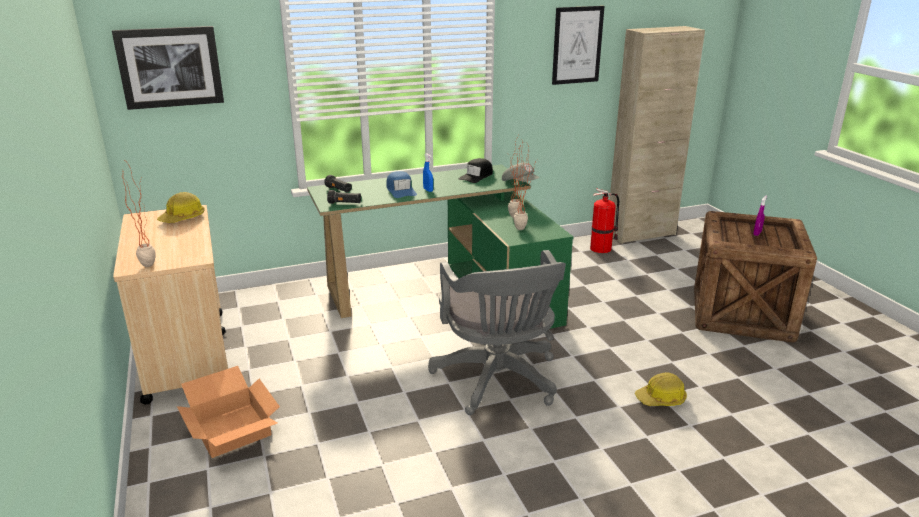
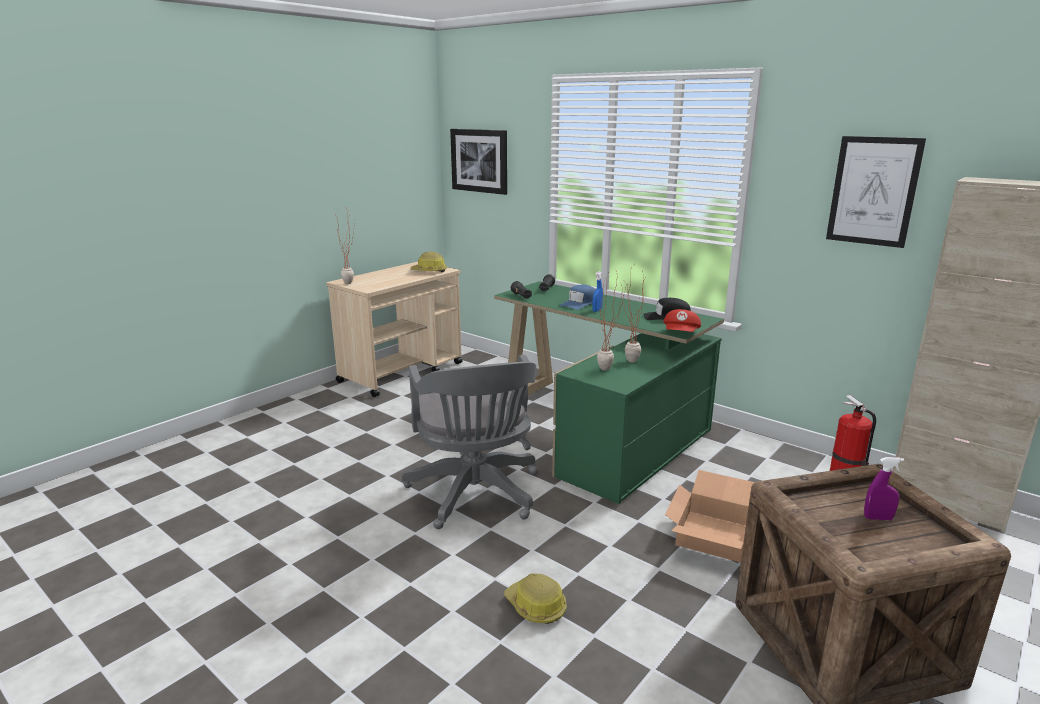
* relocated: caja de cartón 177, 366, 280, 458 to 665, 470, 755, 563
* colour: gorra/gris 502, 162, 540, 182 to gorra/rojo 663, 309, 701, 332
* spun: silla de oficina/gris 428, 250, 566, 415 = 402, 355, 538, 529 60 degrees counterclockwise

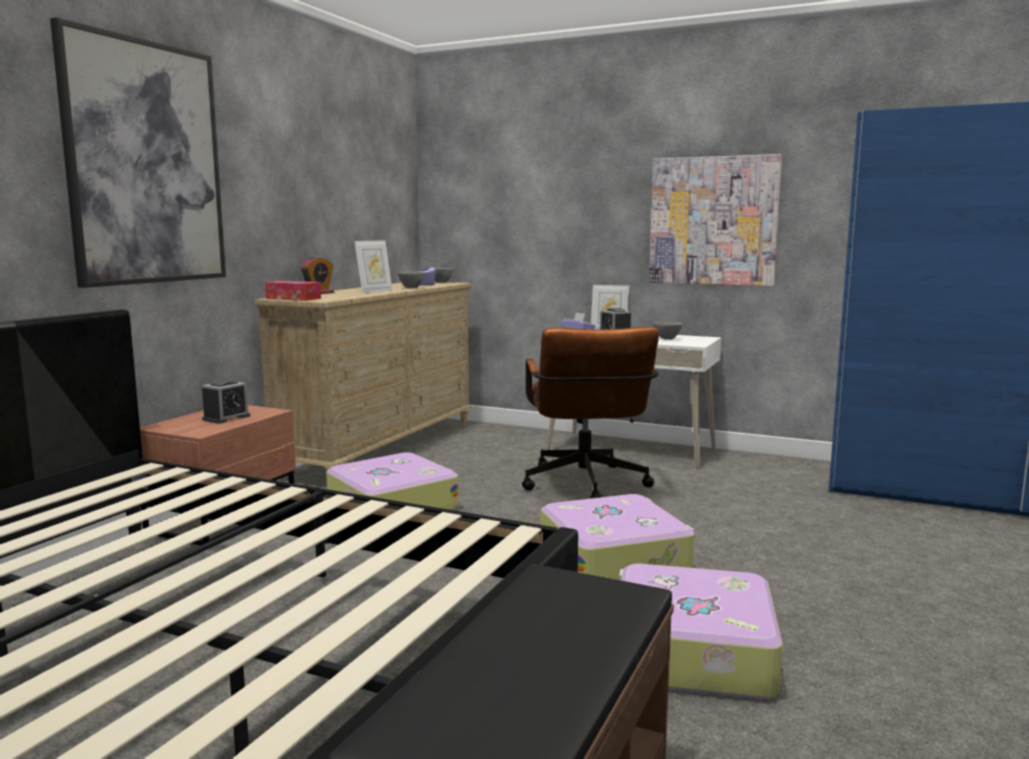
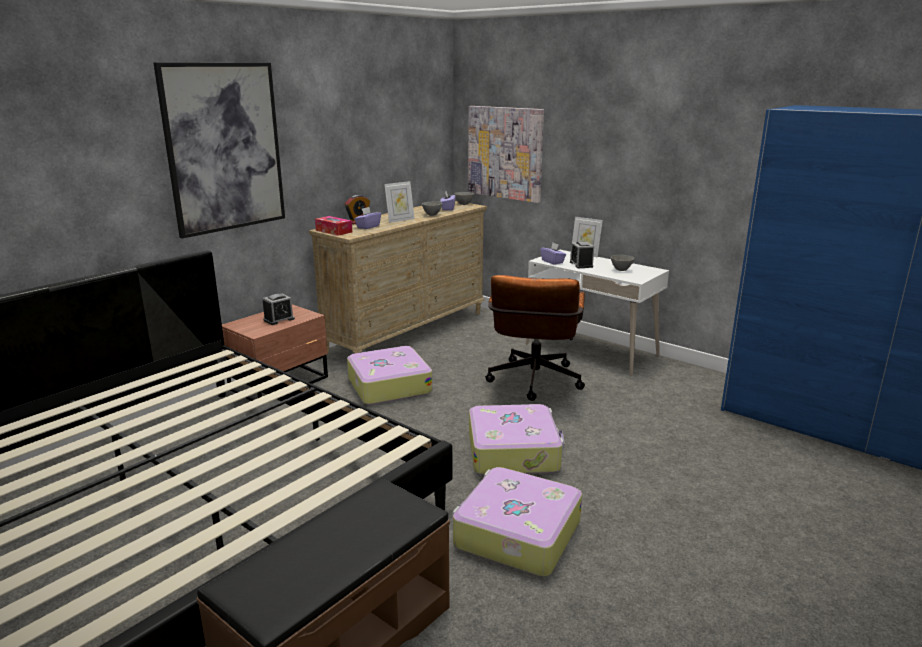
* appeared: caja de pañuelos/morado 354, 207, 381, 229
* relocated: cuadro 649, 154, 782, 286 to 468, 106, 544, 203

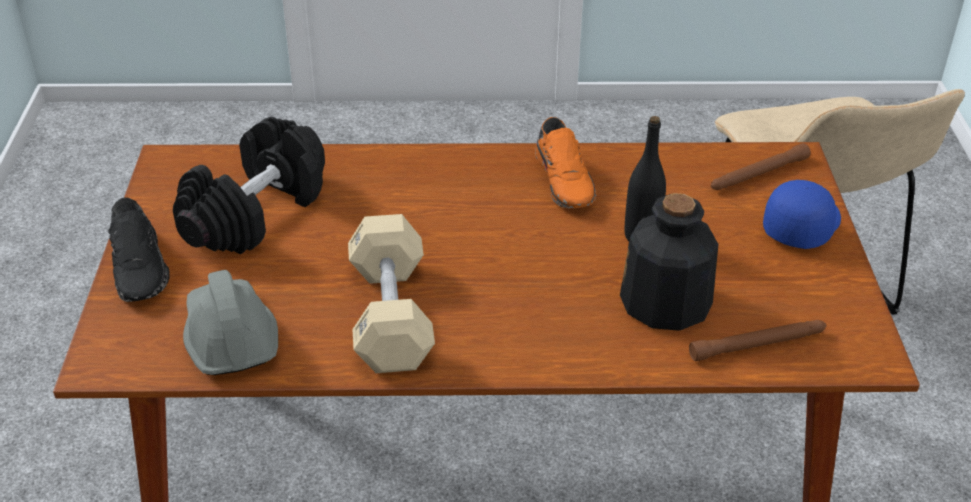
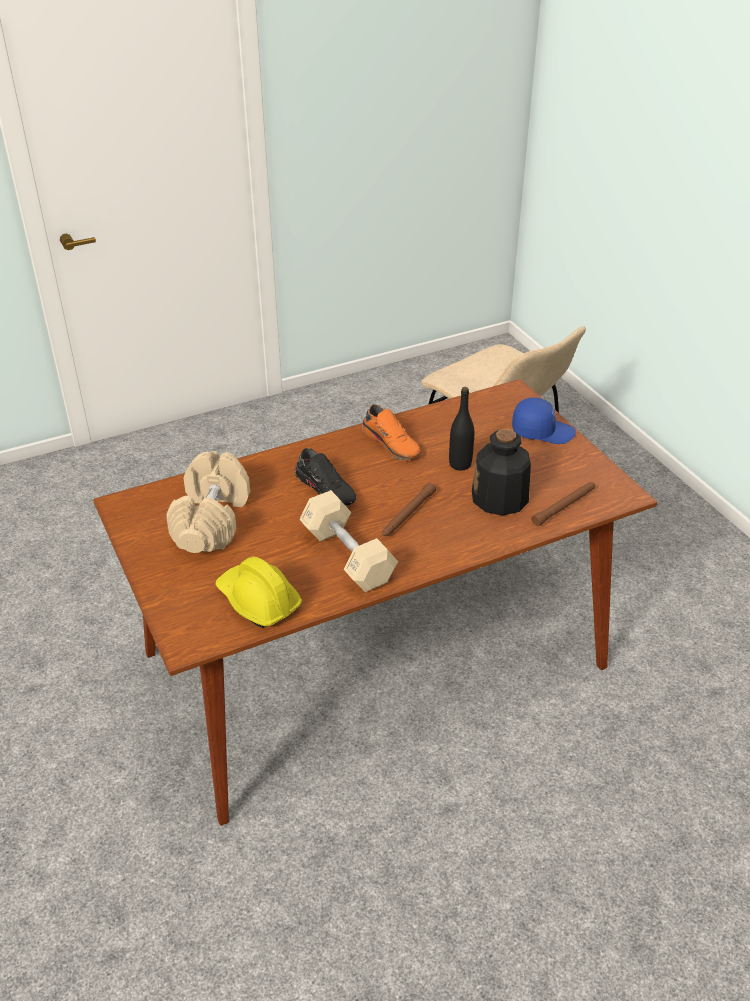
* relocated: zapato/negro 108, 197, 170, 302 to 295, 448, 356, 506
* relocated: linterna/marrón 711, 143, 811, 190 to 382, 483, 436, 536
* colour: mancuerna/negro 173, 117, 325, 254 to mancuerna/beis 166, 451, 250, 553
* colour: casco/gris 183, 270, 278, 375 to casco/amarillo 215, 556, 302, 628
* spun: gorra/azul 763, 180, 841, 249 = 512, 397, 576, 444 90 degrees clockwise

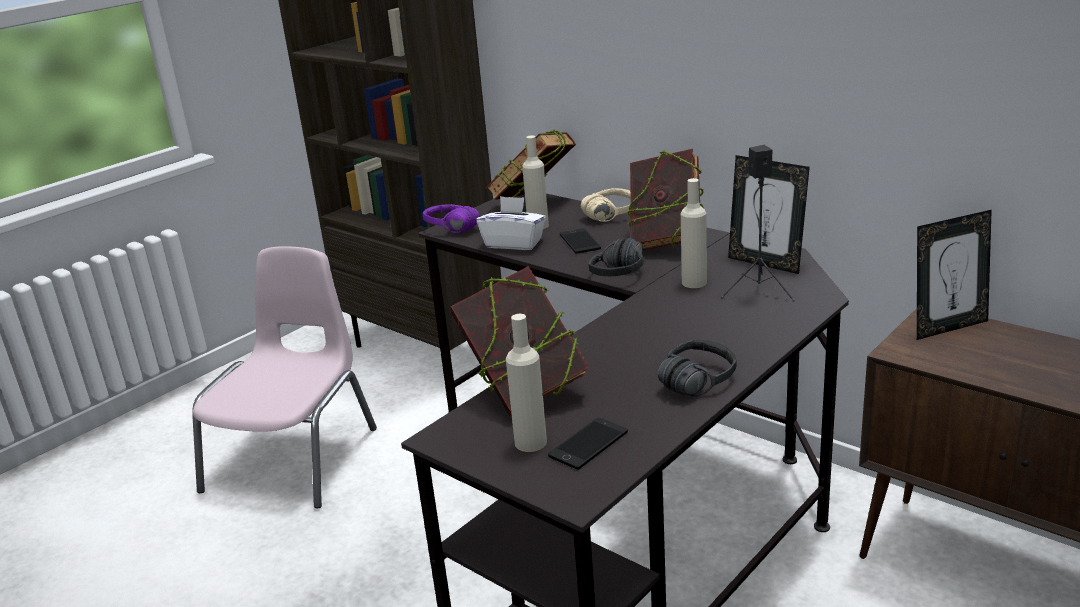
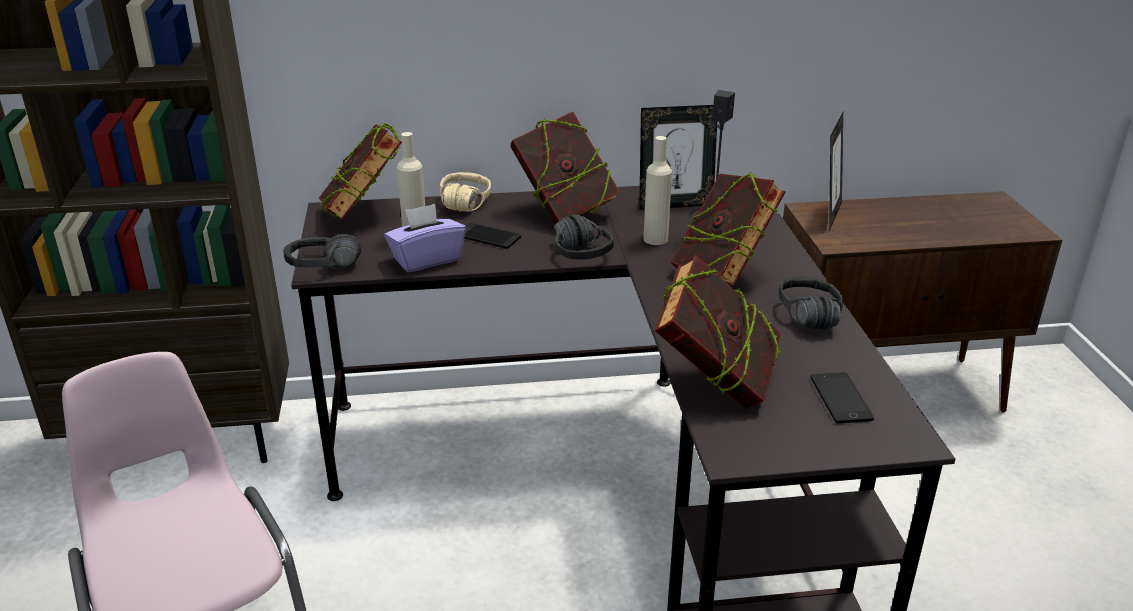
* missing: botella/beis 506, 314, 547, 452
* appeared: libro 670, 171, 785, 286
* colour: auriculares/morado 423, 204, 480, 233 to auriculares/negro 283, 234, 361, 270
* colour: caja de pañuelos/blanco 477, 196, 546, 250 to caja de pañuelos/morado 384, 204, 466, 272

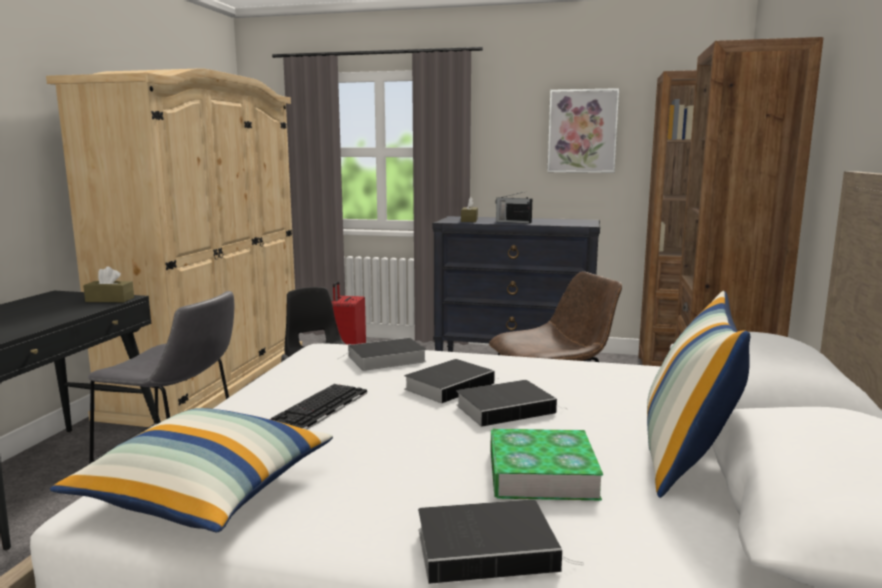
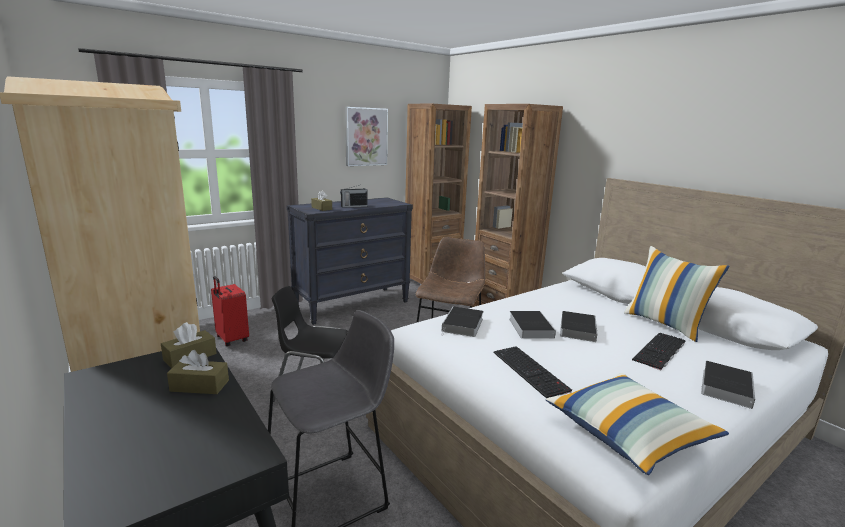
* appeared: caja de pañuelos/marrón 167, 350, 229, 394
* exchanged: libro 490, 429, 603, 501 to teclado 632, 333, 686, 370

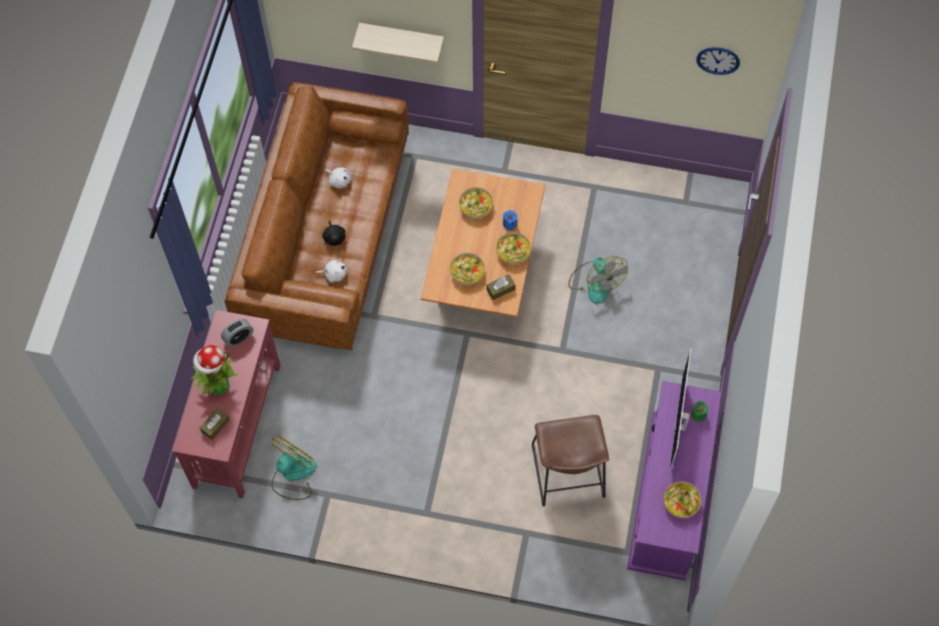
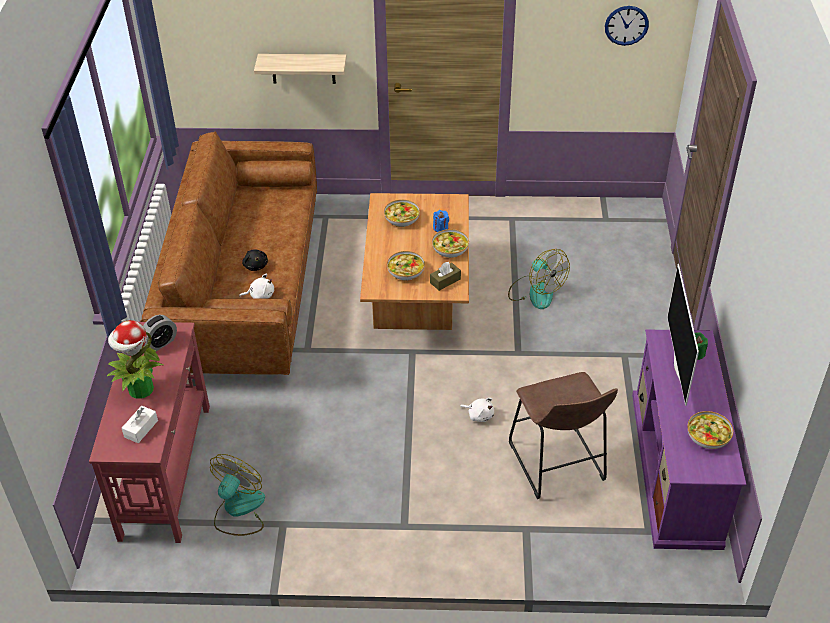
* relocated: peluche/blanco 325, 168, 351, 188 to 460, 398, 494, 422
* colour: caja de pañuelos/marrón 200, 408, 230, 440 to caja de pañuelos/blanco 122, 406, 158, 443

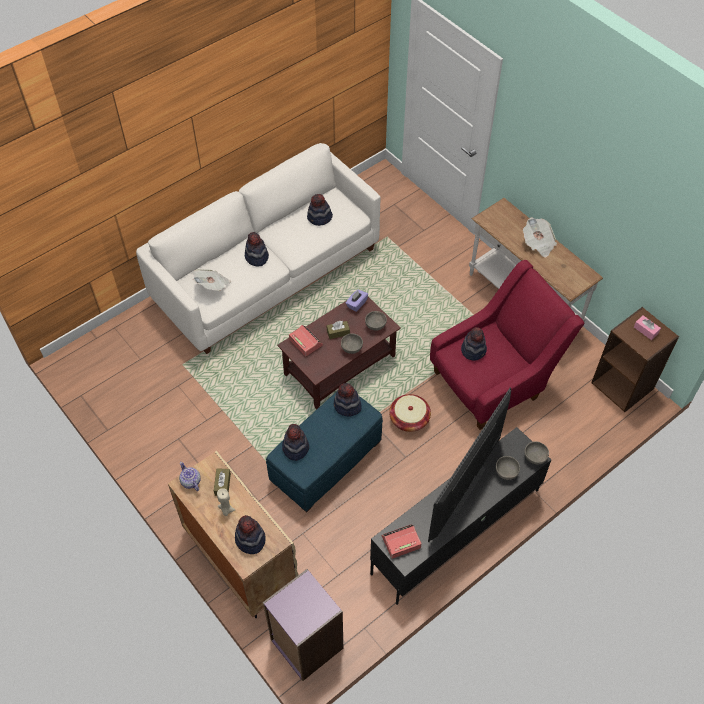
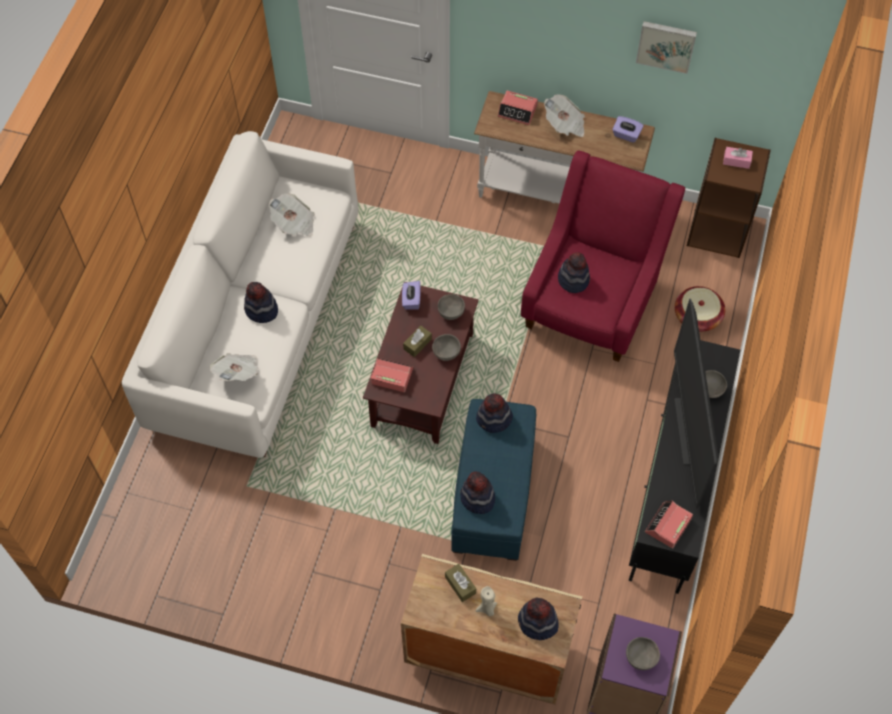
* missing: tetera 179, 462, 201, 491
* appeared: despertador 498, 91, 538, 125
* appeared: caja de pañuelos/morado 612, 116, 644, 143
* appeared: cuadro 636, 21, 697, 74
* relocated: cesta 389, 394, 431, 432 to 675, 286, 725, 332
* relocated: cuenco/gris 524, 441, 549, 465 to 626, 637, 660, 670
* exchanged: sombrero 307, 194, 333, 226 to periódico 269, 193, 314, 236

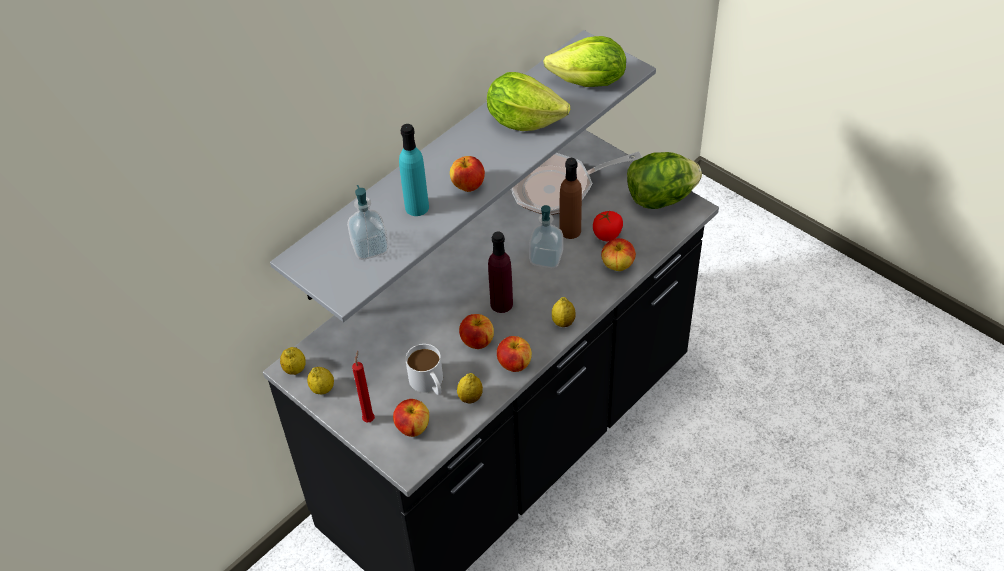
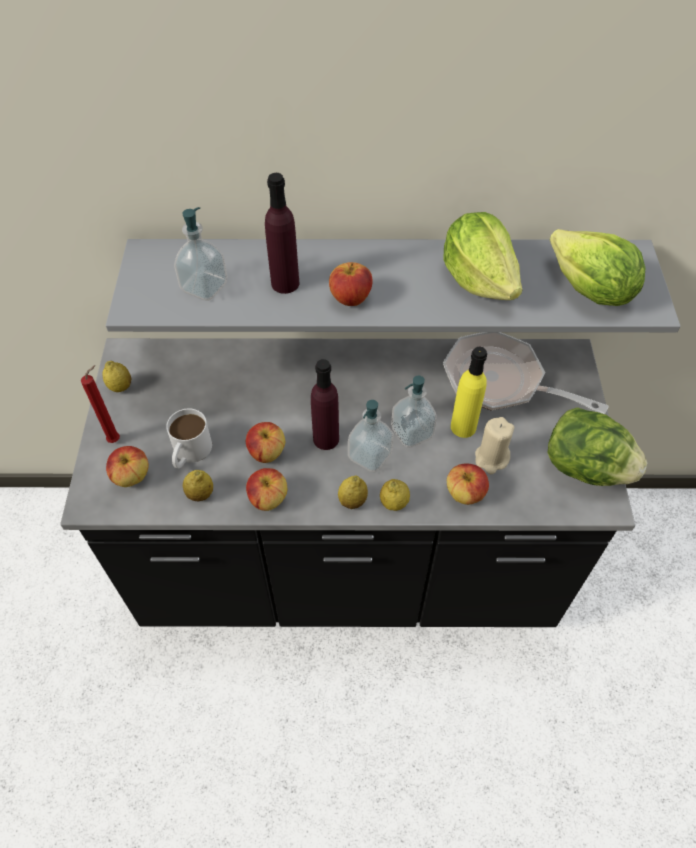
* appeared: dispensador de jabón 348, 400, 394, 472
* relocated: limón 280, 347, 306, 375 to 380, 479, 410, 511
* exchanged: tomate 593, 211, 623, 241 to vela/beis 475, 417, 514, 474
* colour: botella/turquesa 399, 124, 429, 216 to botella/morado 265, 173, 299, 294
* colour: botella/marrón 560, 158, 582, 239 to botella/amarillo 451, 347, 487, 438

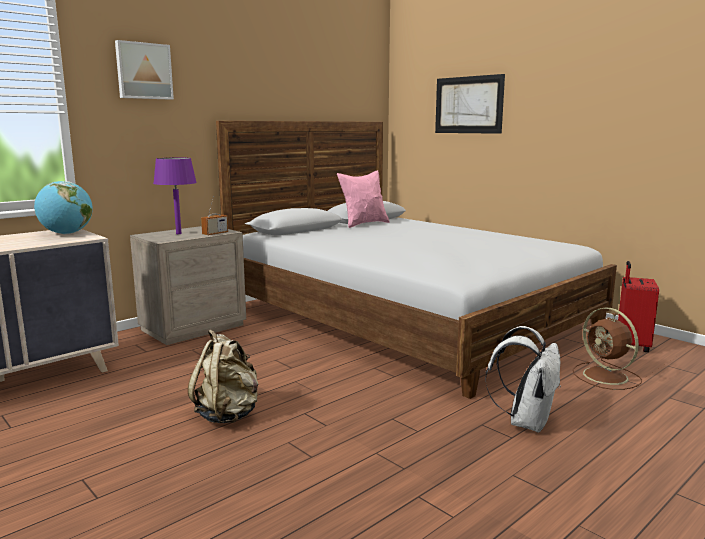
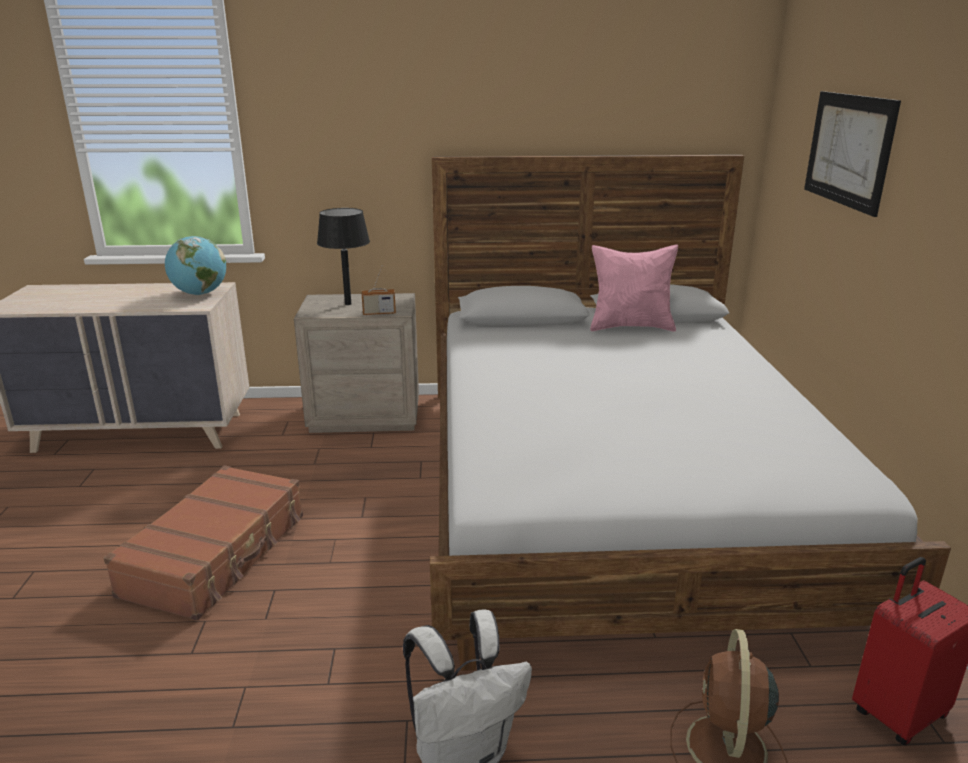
* missing: cuadro 115, 40, 174, 100
* exchanged: mochila/beis 188, 330, 259, 423 to maleta/marrón 104, 465, 303, 621
* colour: lámpara de mesa/morado 153, 158, 197, 234 to lámpara de mesa/negro 317, 208, 370, 305

